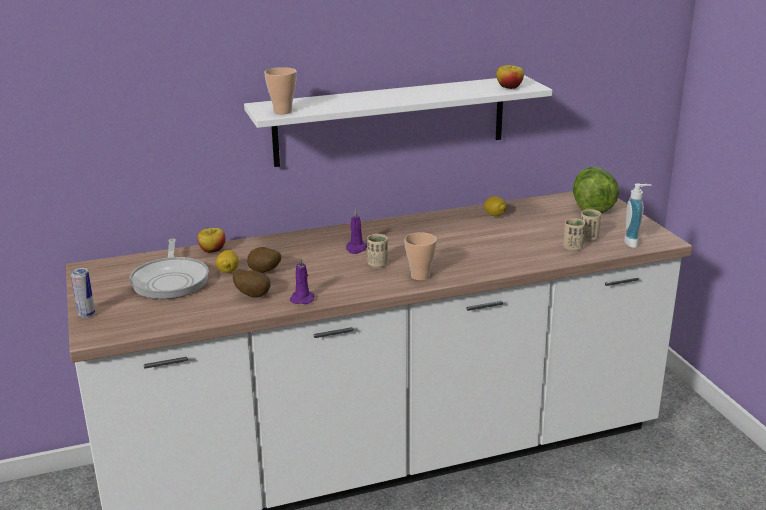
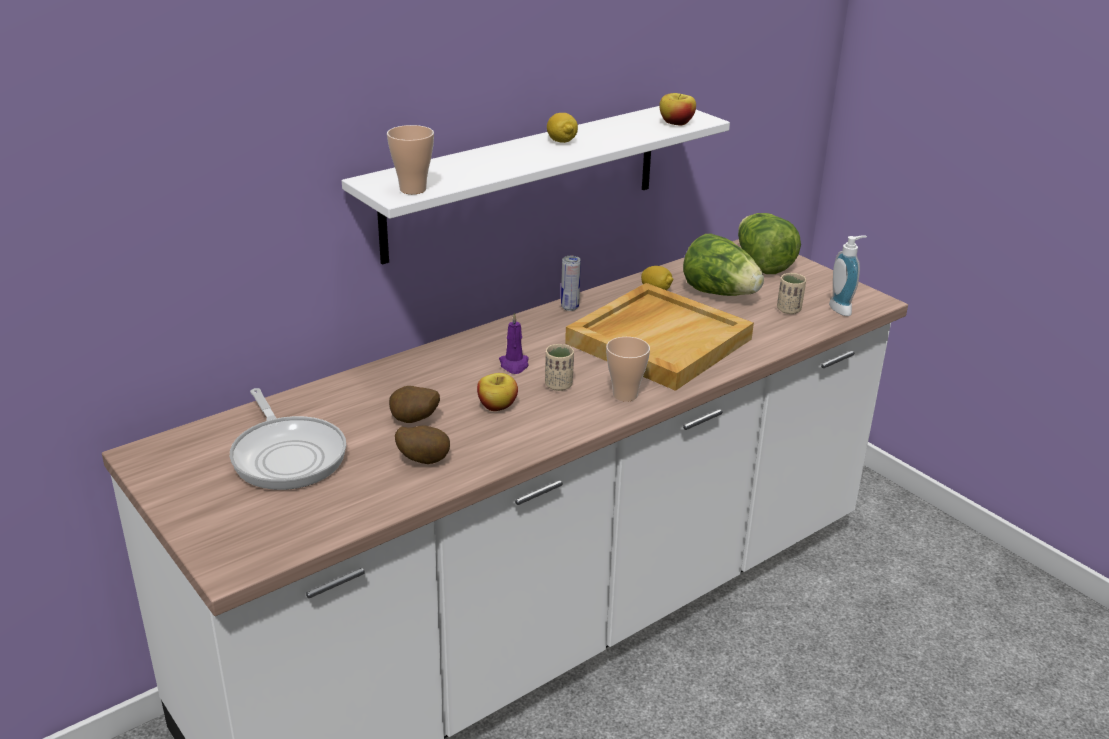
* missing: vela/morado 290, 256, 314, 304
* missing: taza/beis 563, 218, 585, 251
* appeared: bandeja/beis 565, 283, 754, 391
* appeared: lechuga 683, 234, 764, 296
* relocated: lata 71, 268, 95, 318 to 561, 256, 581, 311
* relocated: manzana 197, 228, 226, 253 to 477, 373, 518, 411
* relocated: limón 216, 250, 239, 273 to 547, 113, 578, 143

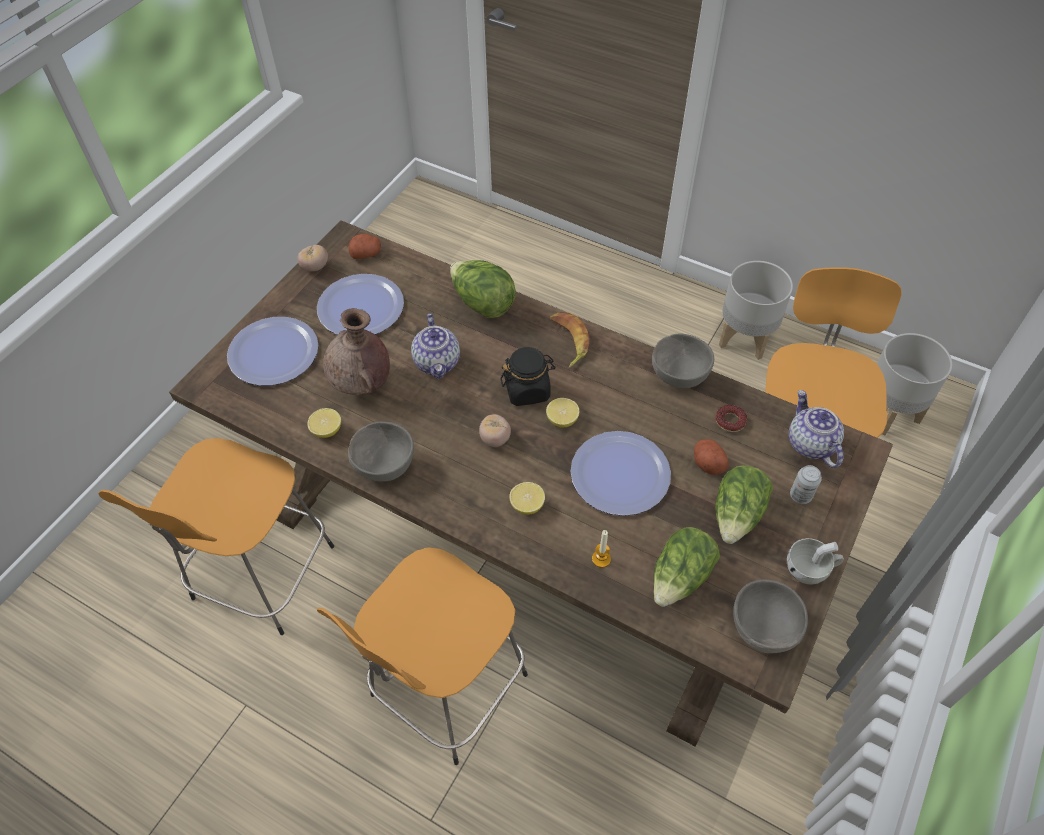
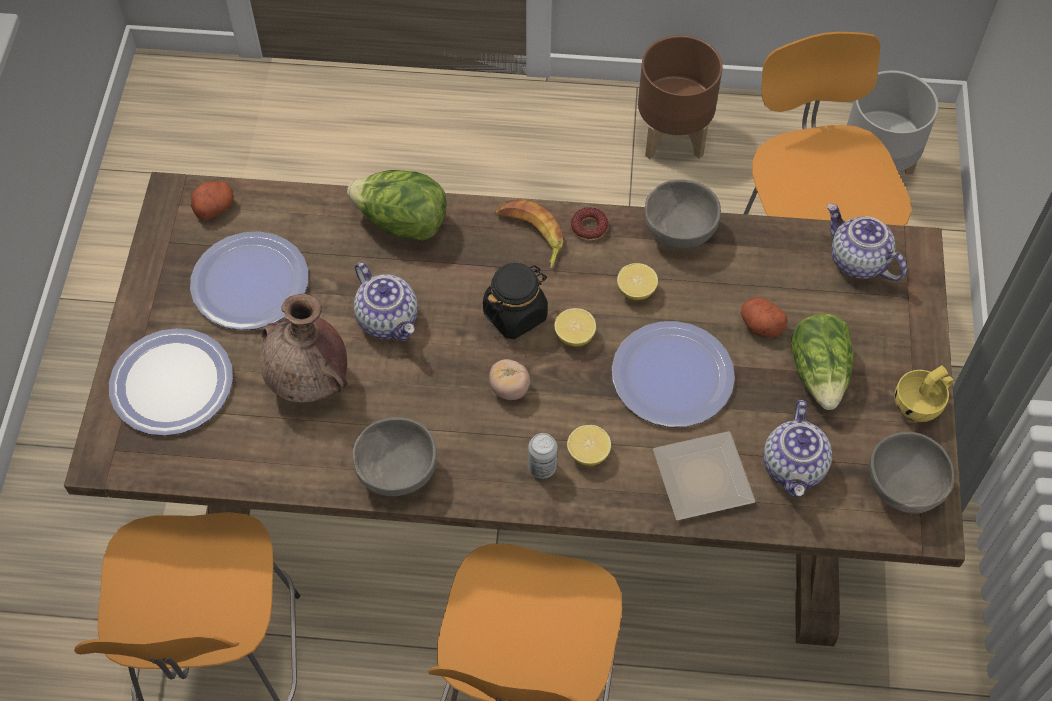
* missing: tomate 297, 245, 328, 271
* relocated: limón 307, 408, 341, 438 to 617, 263, 658, 300
* relocated: rosquilla 715, 405, 747, 432 to 571, 207, 608, 241
* relocated: lata 790, 465, 822, 504 to 528, 433, 557, 479
* exchanged: vela 592, 530, 611, 568 to plato 653, 431, 755, 520
* exchanged: lechuga 653, 527, 720, 607 to tetera 763, 400, 832, 497
* colour: maceta/gris 719, 261, 793, 360 to maceta/marrón 638, 35, 723, 159
* colour: taza/blanco 787, 538, 844, 584 to taza/amarillo 895, 365, 954, 422

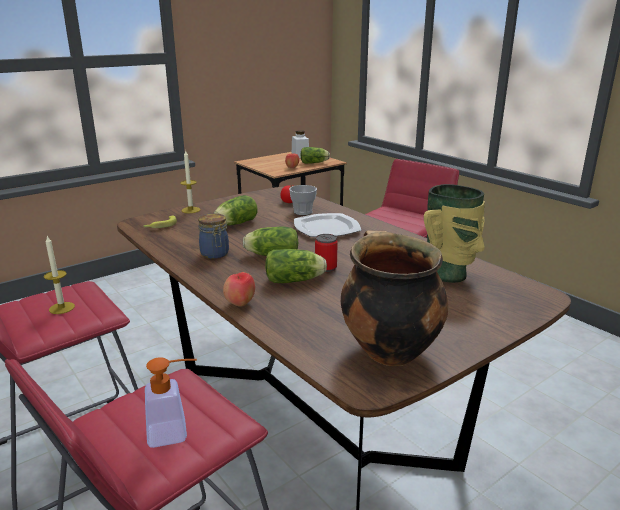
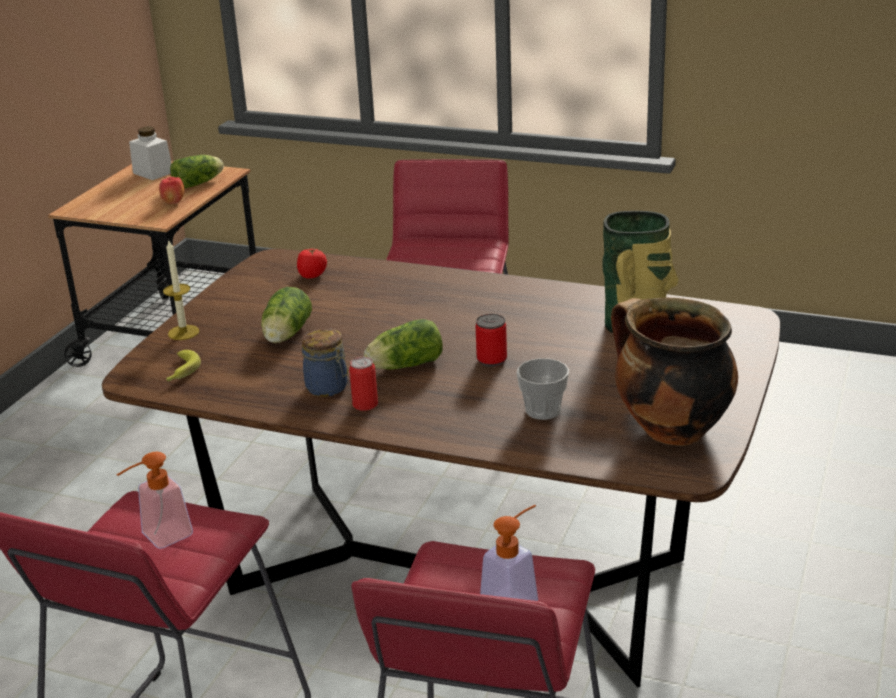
* missing: manzana 223, 272, 255, 307
* missing: lechuga 265, 249, 327, 283
* missing: plato 294, 213, 361, 237
* appeared: lata 349, 357, 378, 411
* relocated: taza 289, 185, 317, 215 to 517, 358, 569, 420
* exchanged: vela 44, 236, 75, 314 to dispensador de jabón 117, 452, 193, 549

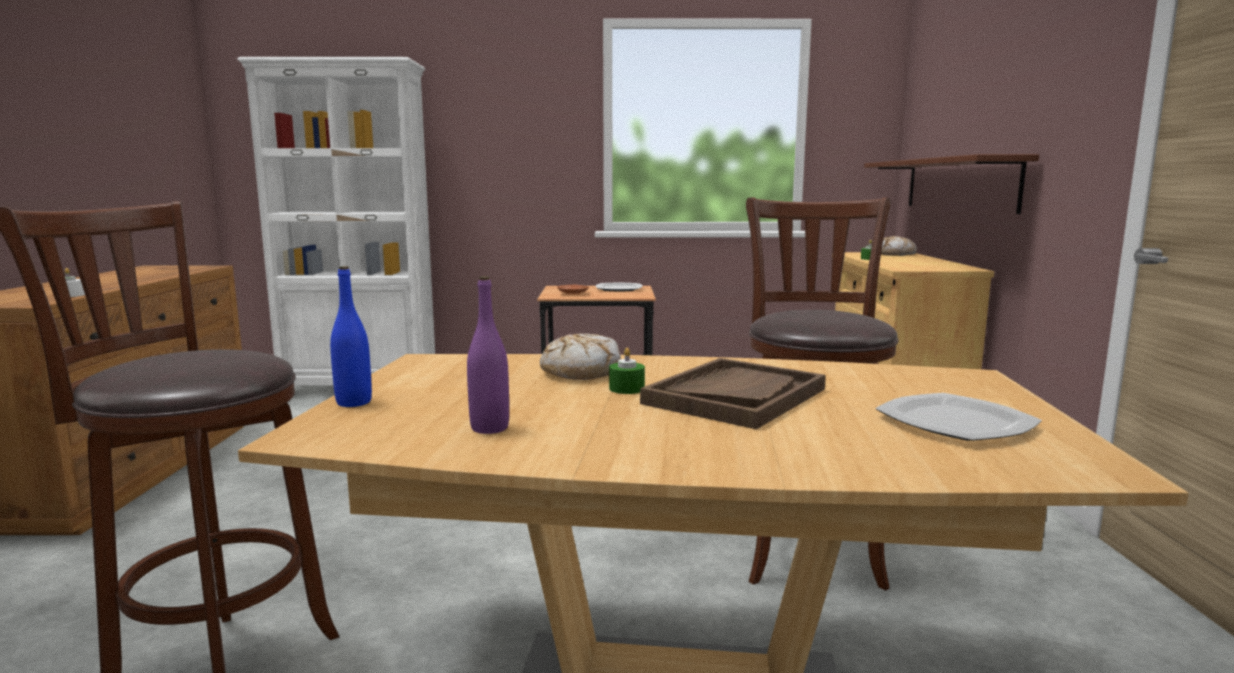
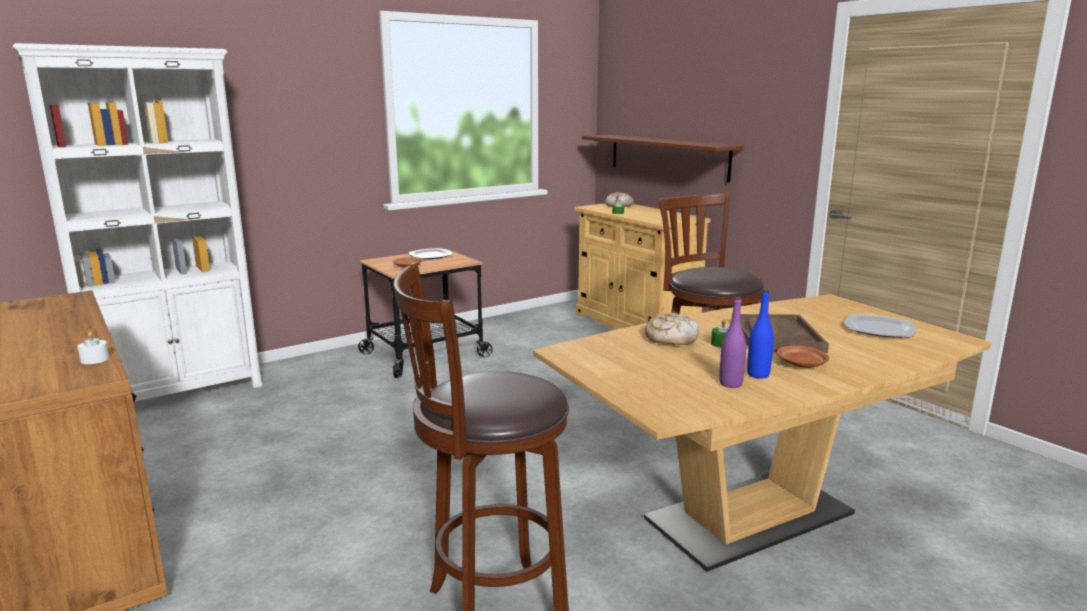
* appeared: plato/marrón 777, 346, 829, 368
* relocated: botella/azul 330, 266, 372, 407 to 747, 290, 774, 379

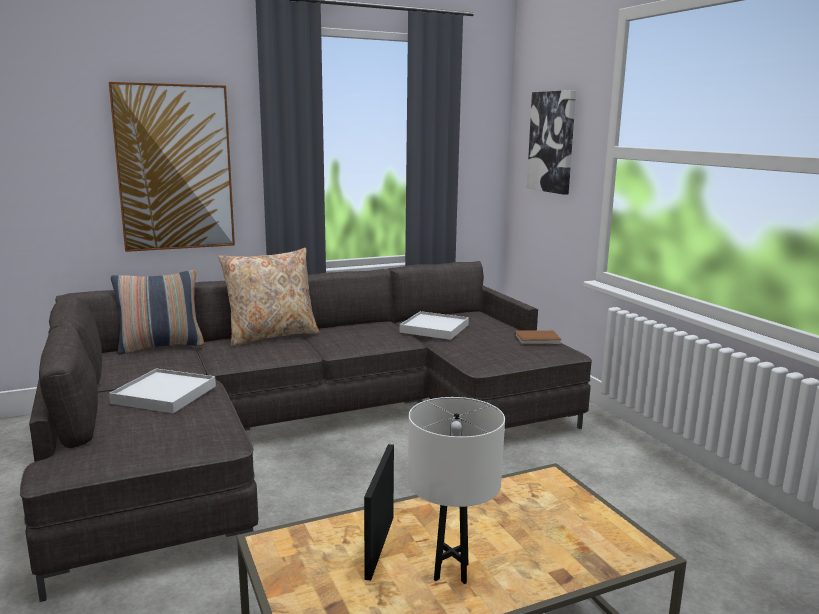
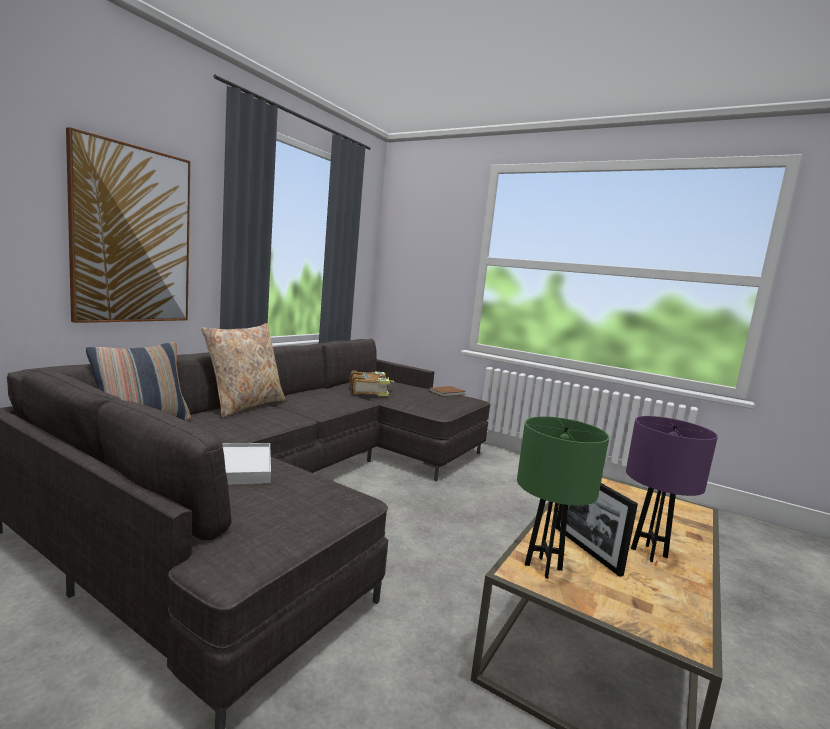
* missing: cuadro 527, 90, 576, 195
* appeared: lámpara de mesa/verde 517, 416, 609, 579
* exchanged: bandeja/blanco 400, 311, 469, 340 to libro 350, 370, 394, 396
* colour: lámpara de mesa/blanco 408, 397, 505, 584 to lámpara de mesa/morado 626, 416, 718, 562

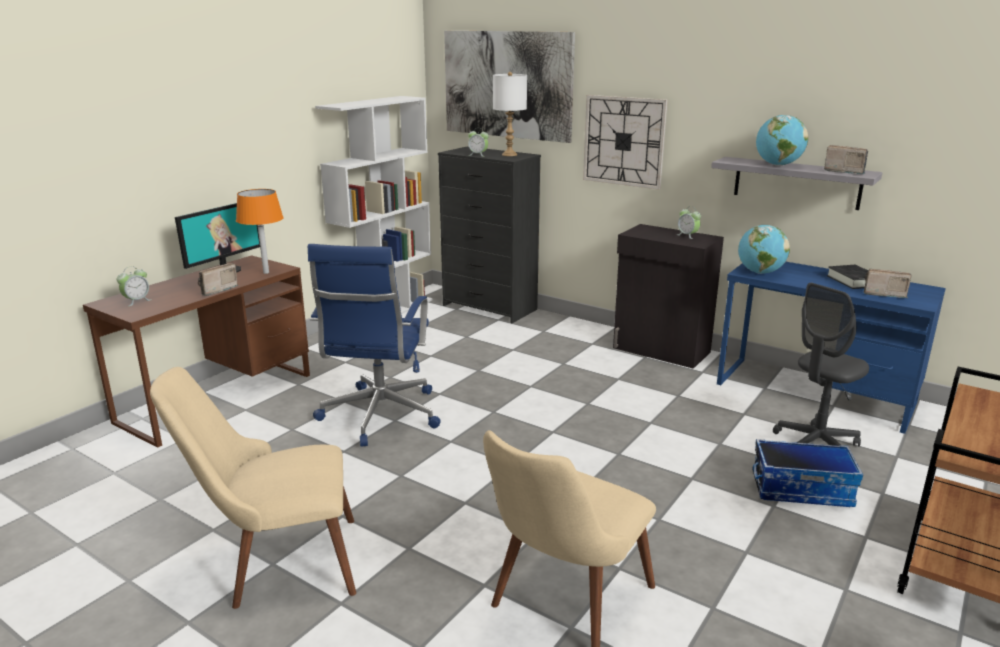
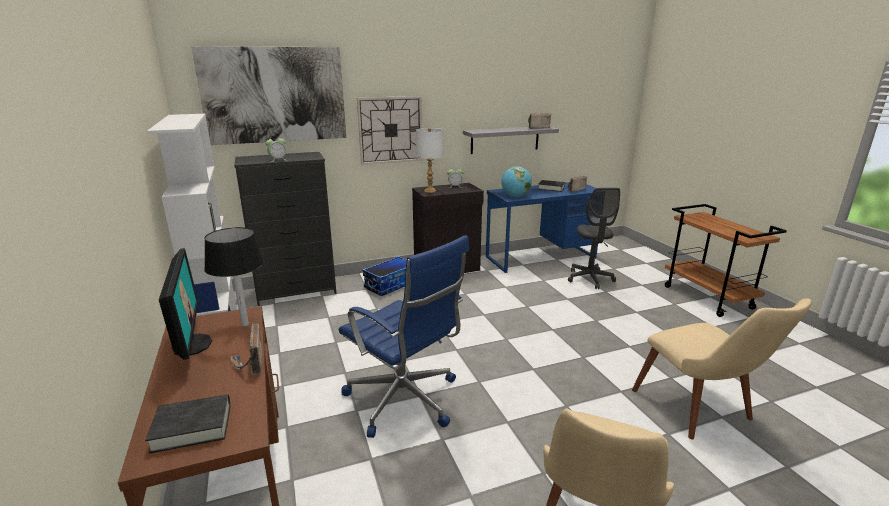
* missing: globo terráqueo 756, 115, 808, 166
* relocated: lámpara de mesa/blanco 493, 72, 527, 156 to 416, 127, 443, 193
* relocated: caja de almacenaje 752, 439, 863, 507 to 362, 256, 407, 296
* exchanged: despertador 116, 266, 152, 306 to libro/negro 145, 394, 231, 453
* colour: lámpara de mesa/naranja 236, 189, 284, 274 to lámpara de mesa/negro 204, 227, 264, 327

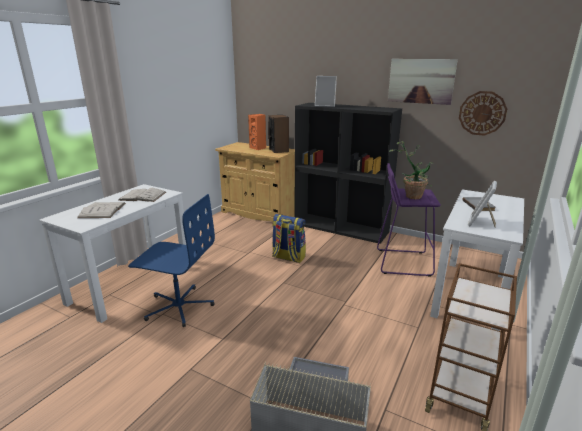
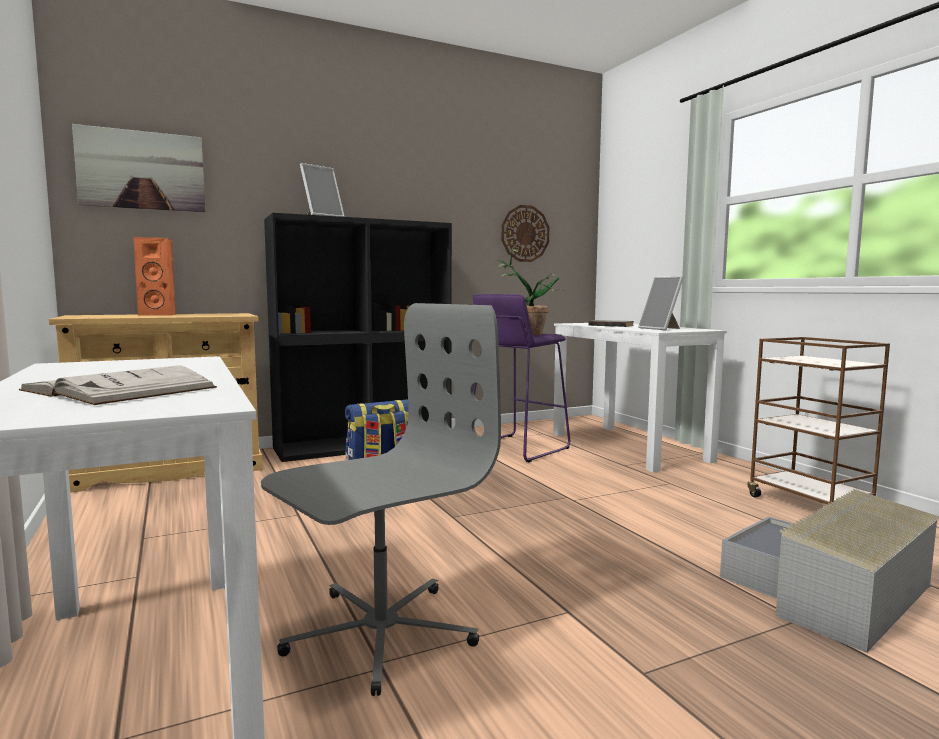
* missing: libro/blanco 118, 188, 166, 202
* missing: altavoz 268, 115, 289, 153
* relocated: cuadro 388, 59, 458, 105 to 72, 124, 205, 212
* colour: silla de oficina/azul 128, 194, 215, 327 to silla de oficina/gris 261, 303, 501, 696

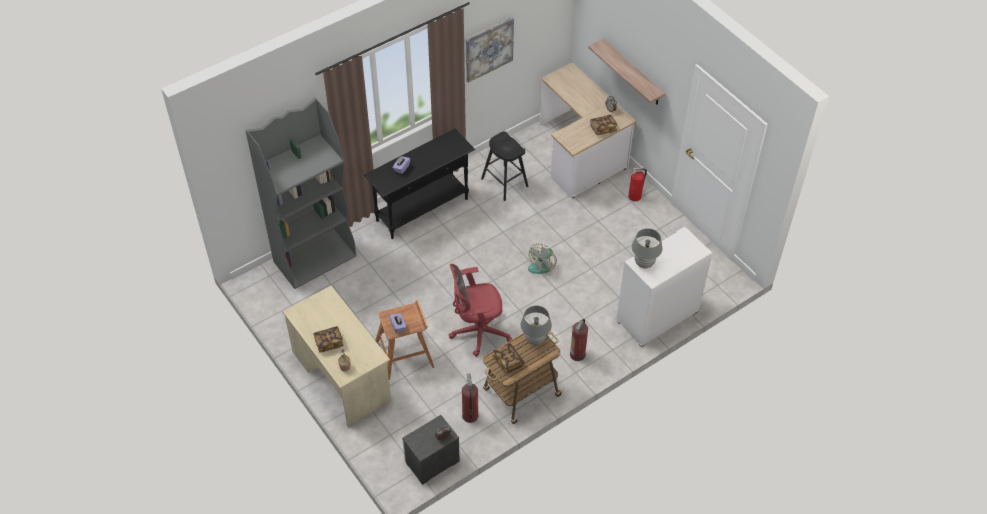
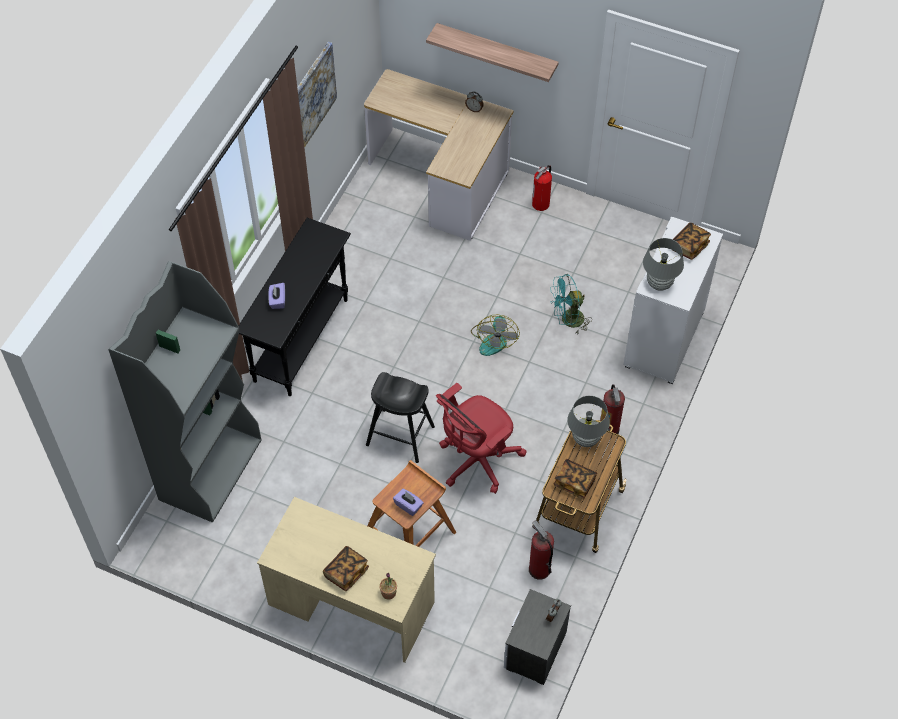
* appeared: ventilador/turquesa 550, 274, 591, 334
* relocated: taburete/negro 481, 131, 528, 201 to 366, 372, 435, 463
* relocated: libro 590, 115, 617, 135 to 672, 223, 711, 260

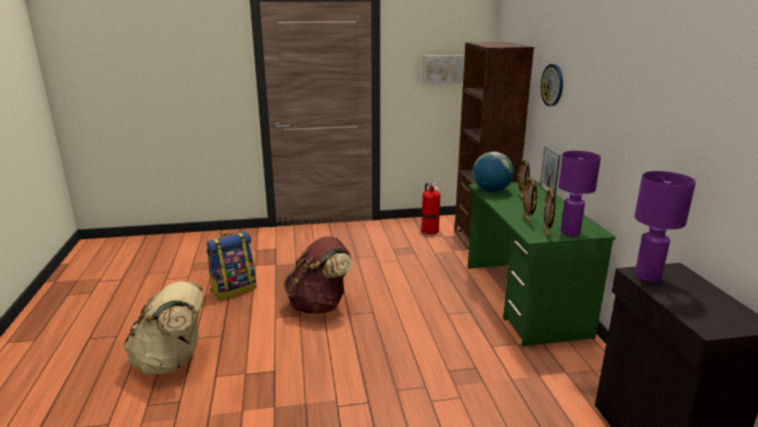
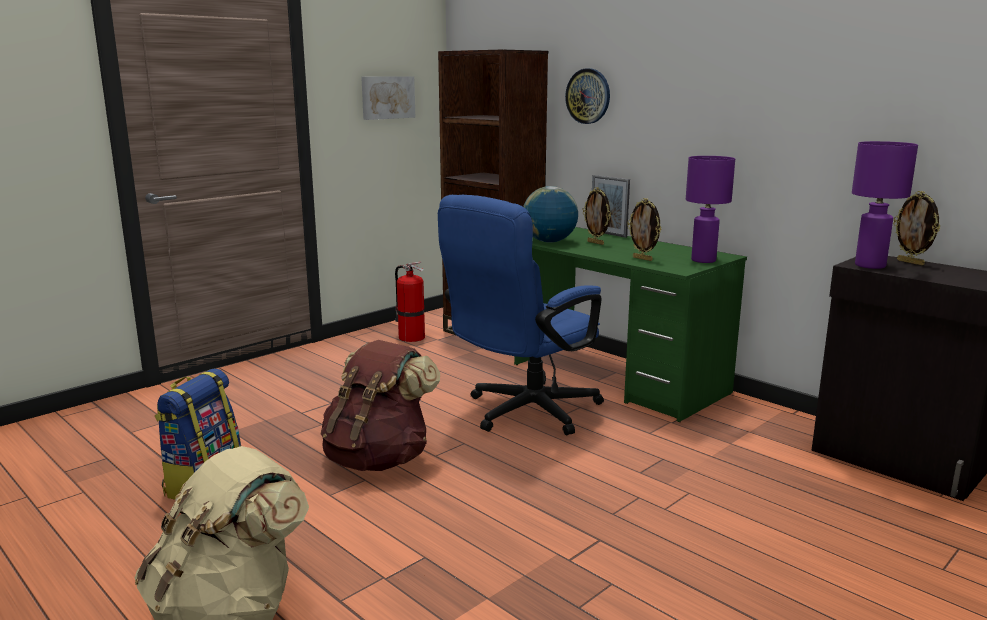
* appeared: silla de oficina/azul 438, 195, 604, 435
* relocated: portarretratos 543, 187, 556, 237 to 893, 191, 940, 265

